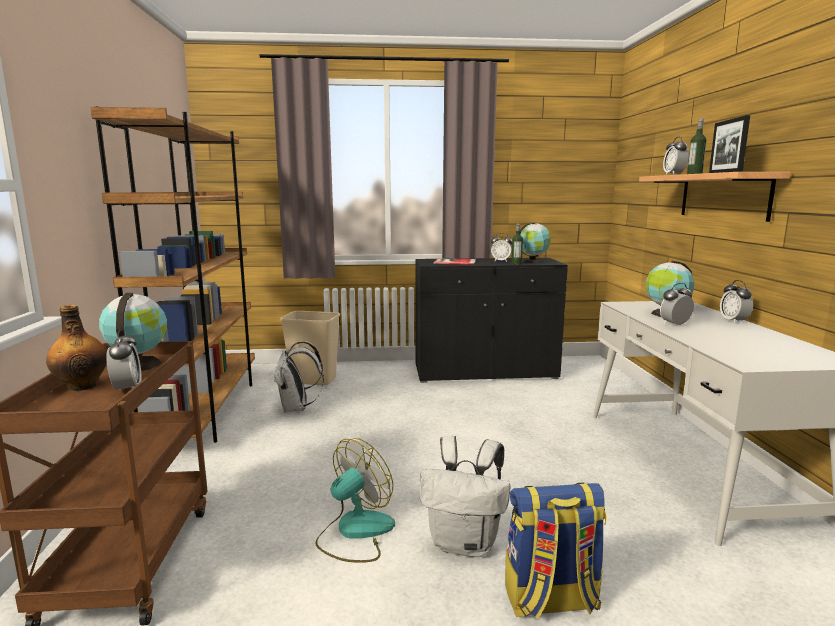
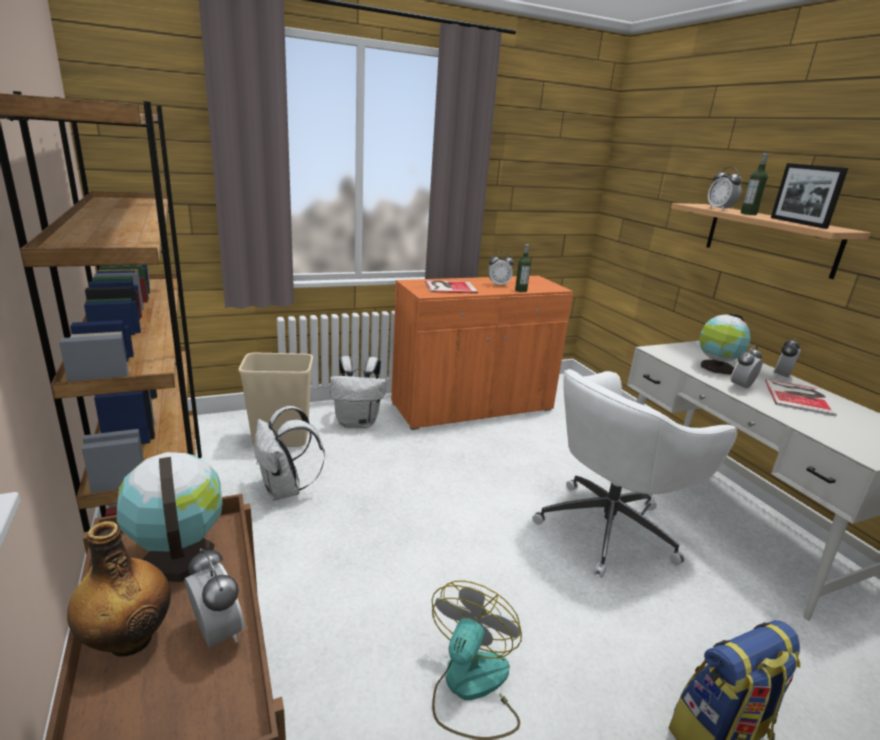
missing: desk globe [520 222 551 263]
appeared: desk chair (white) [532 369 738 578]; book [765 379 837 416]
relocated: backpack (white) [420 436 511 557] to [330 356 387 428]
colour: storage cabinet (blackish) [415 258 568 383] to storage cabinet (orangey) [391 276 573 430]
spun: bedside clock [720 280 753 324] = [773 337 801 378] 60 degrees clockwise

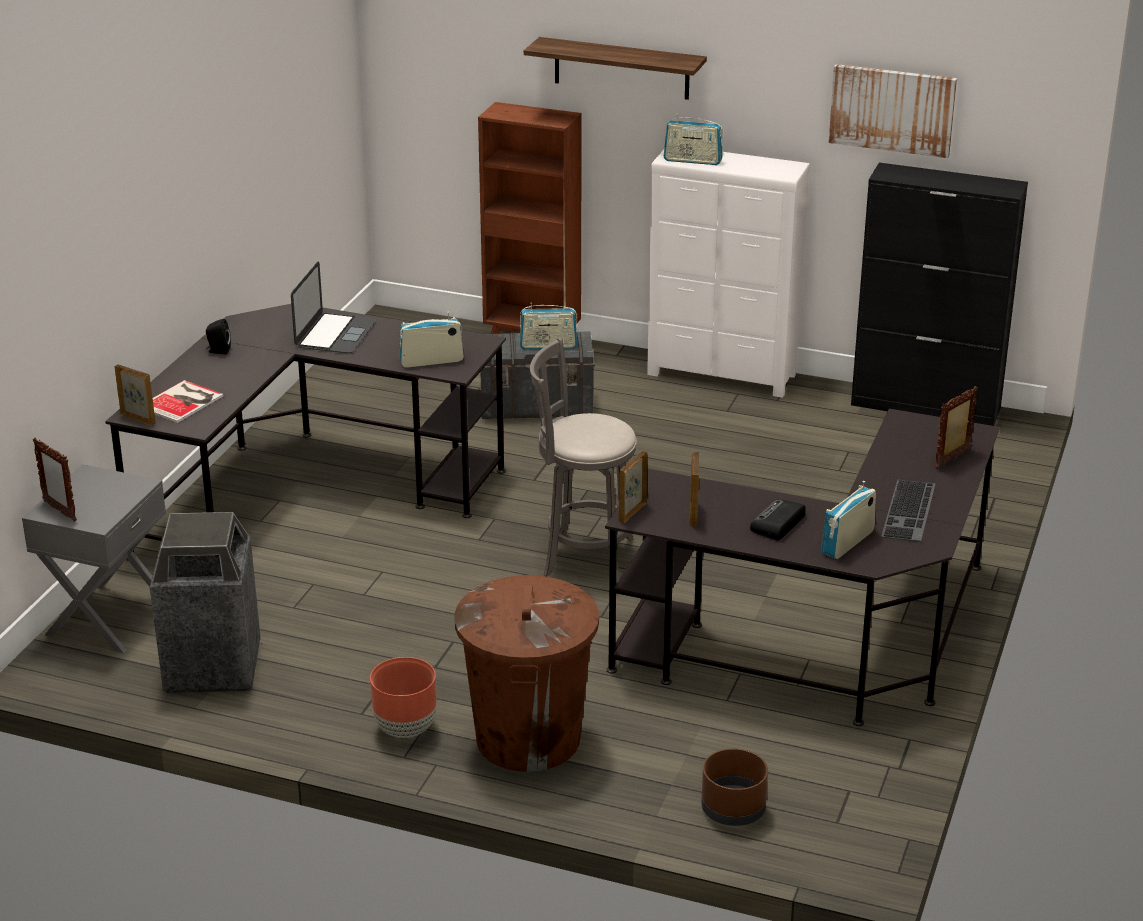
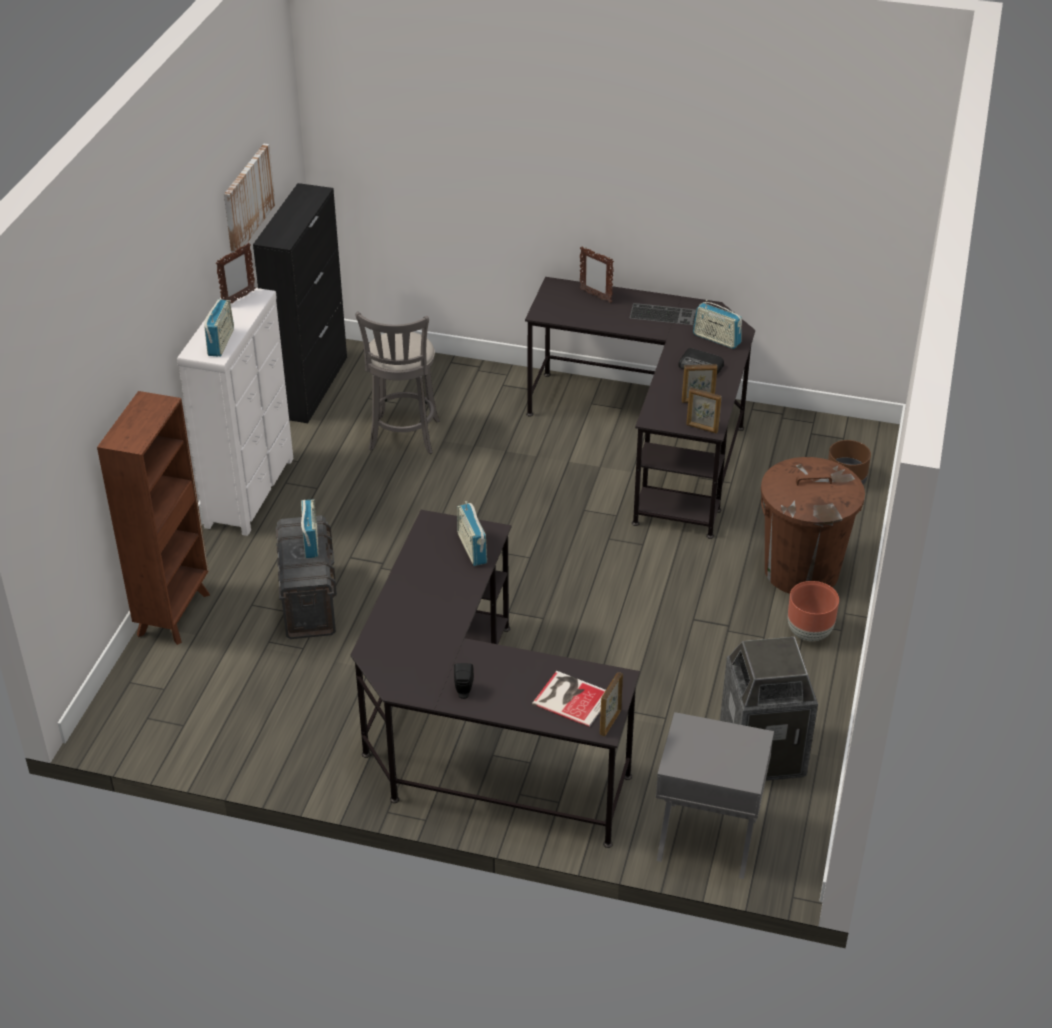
missing: notebook computer [291 261 376 353]; bracket shelf [524 37 707 100]
relocated: picture frame [33 437 77 522] to [216 243 255 304]; stool seat (grey) [530 338 637 584] to [356 312 440 454]

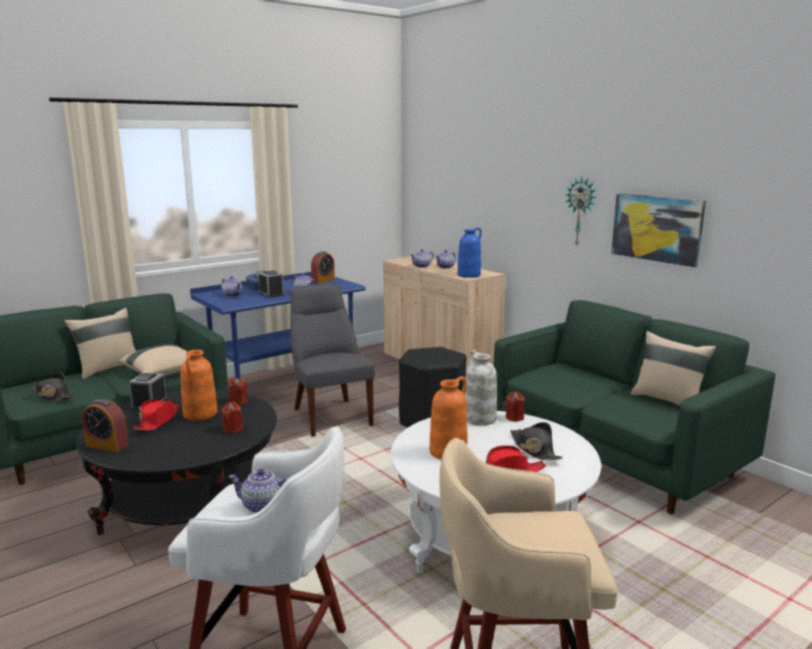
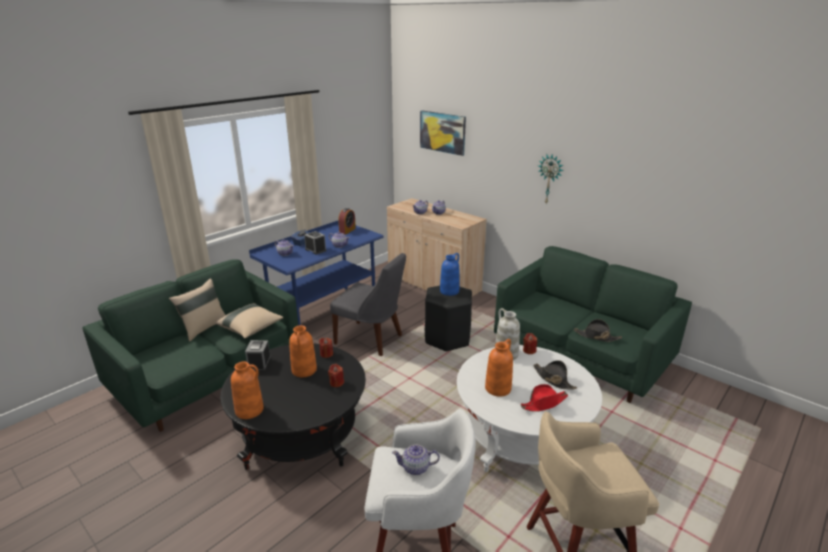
missing: clothing hat (red) [133 399 180 431]; throw pillow (beige-coloured) [631 331 716 406]
relocated: clothing hat (blackish) [33 373 74 402] to [574 319 622 342]; vase (blue) [458 227 482 278] to [440 253 460 296]; wall art [611 194 706 267] to [420 111 466 156]
exchanged: bedside clock [82 399 129 452] to vase (orangey) [231 362 264 419]
spun: chair (grey) [290 284 375 437] = [330 253 406 356] 150 degrees clockwise

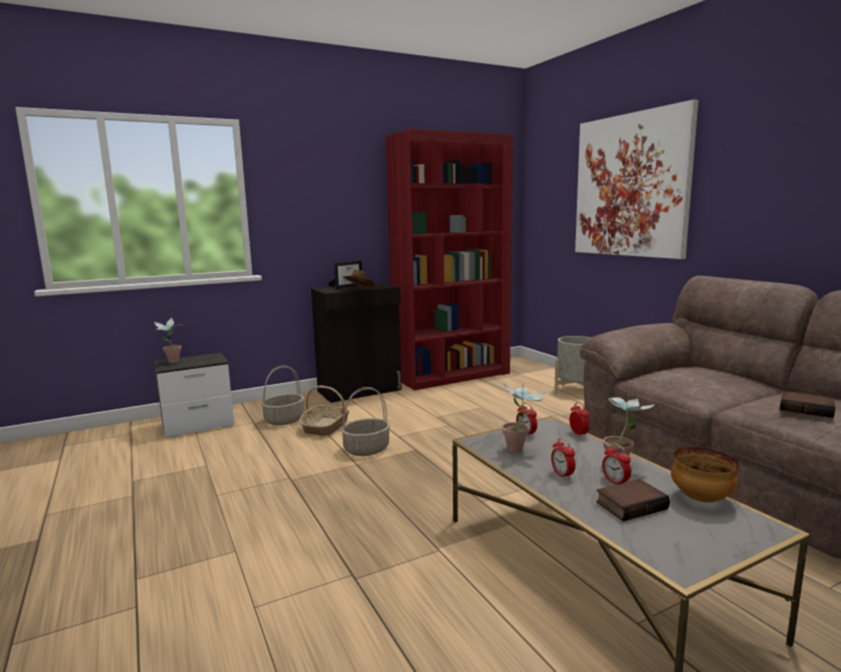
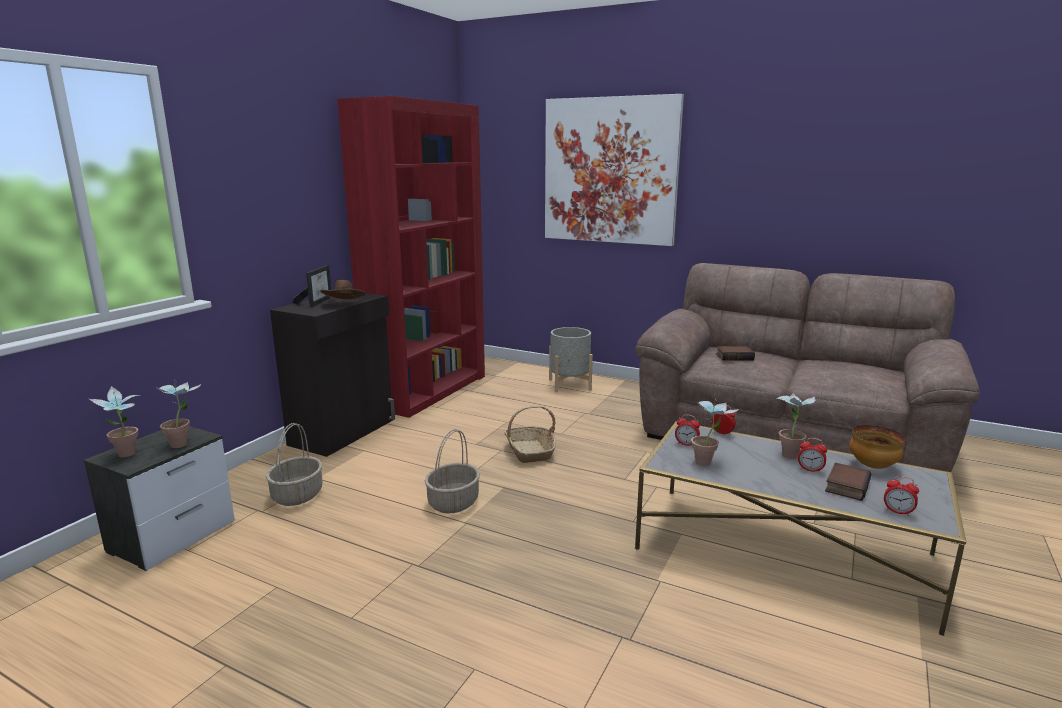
appeared: potted plant [155 380 201 448]
relocated: storage basket [299 386 350 436] to [504 405 556 463]; bedside clock [551 438 576 479] to [884 476 919 516]; book [780 391 835 418] to [716 346 755 361]

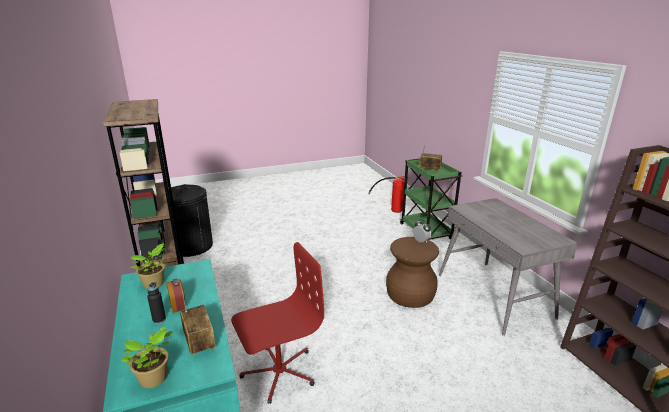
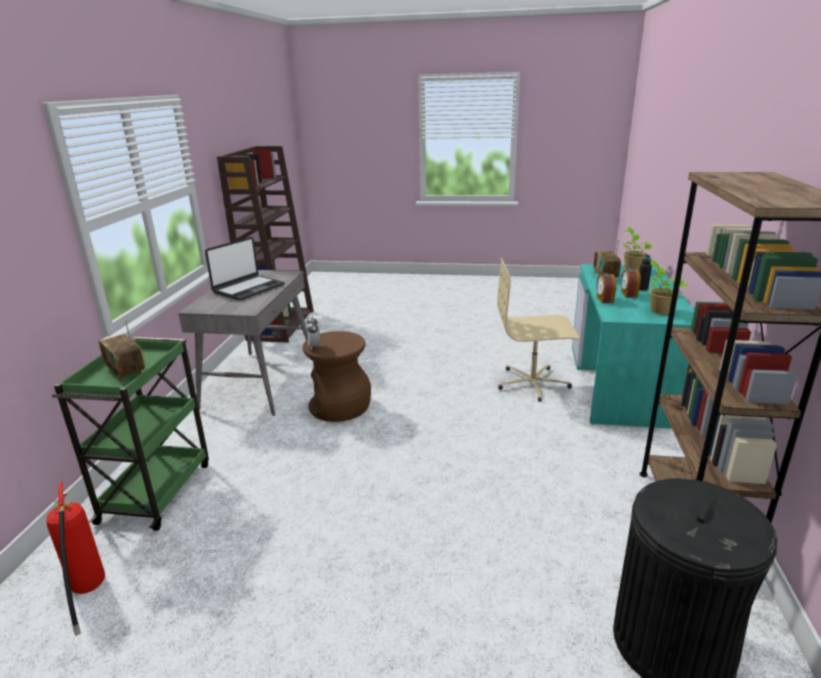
appeared: notebook computer [205 237 285 300]; bedside clock [597 273 617 303]
colour: desk chair (red) [231 242 324 404] to desk chair (beige-coloured) [497 258 579 402]

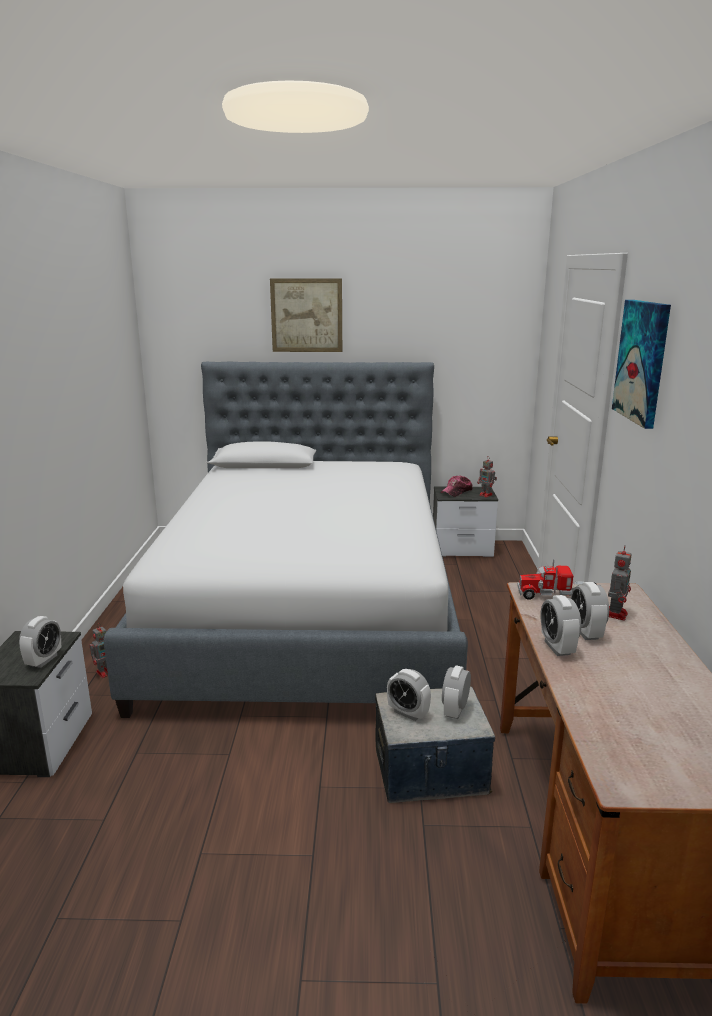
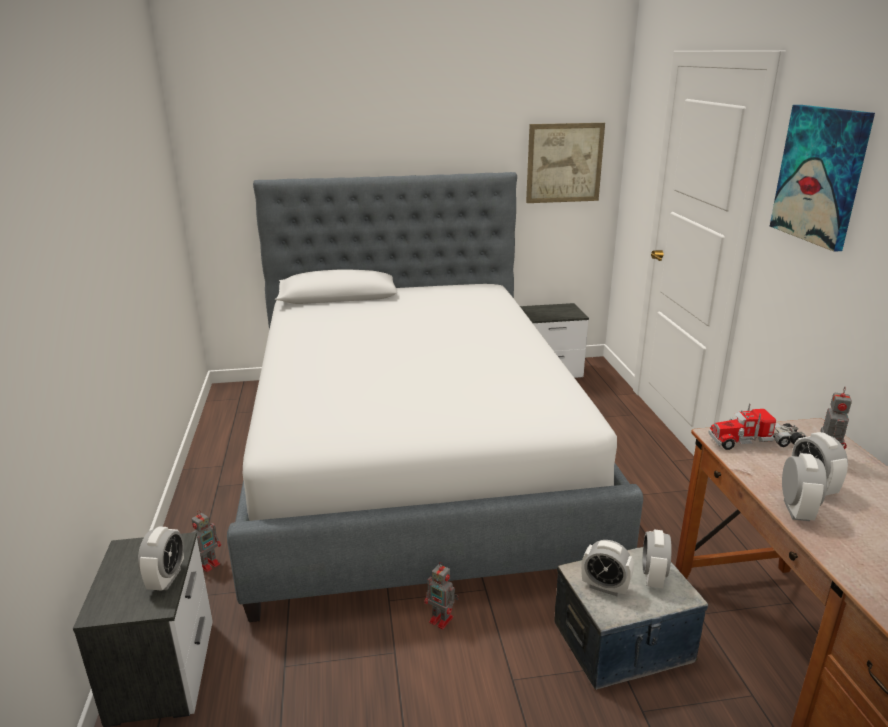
missing: baseball cap [441 476 472 497]
relocated: wall art [270 278 342 352] to [526 123 605 203]; robot figure [477 457 497 497] to [424 562 458 629]
spun: bedside clock [540 595 581 656] = [782 453 827 521] 150 degrees counterclockwise

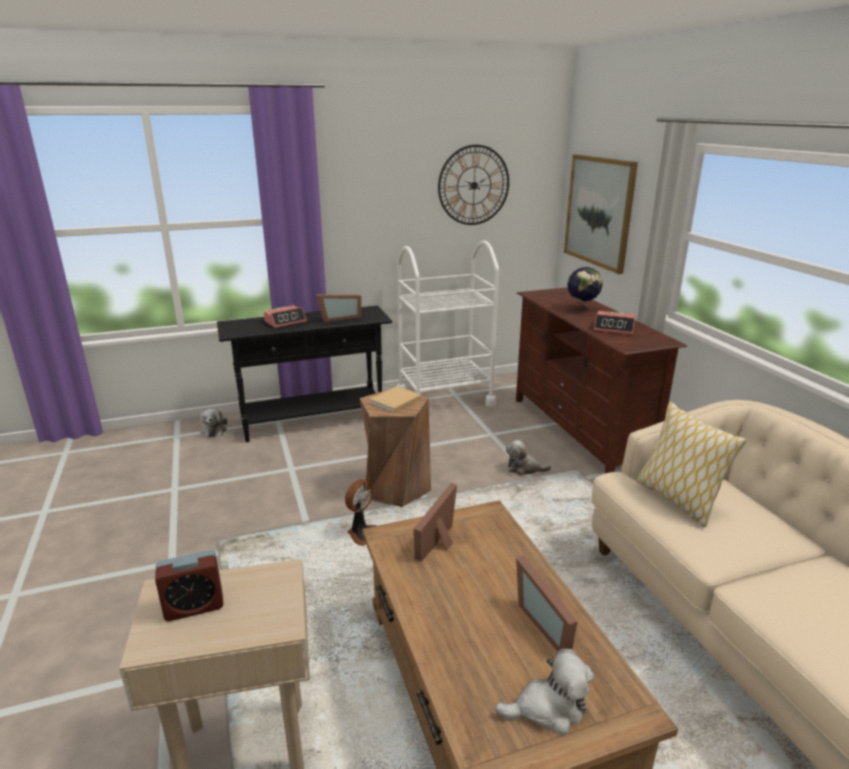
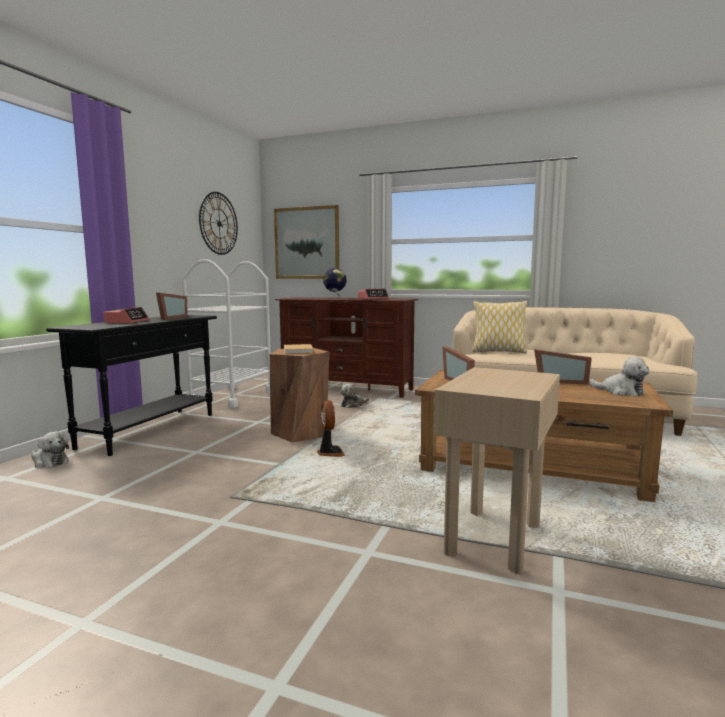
missing: bedside clock [155 550 223 621]
spun: soft toy [495 649 594 735] = [589 357 649 396] 105 degrees clockwise

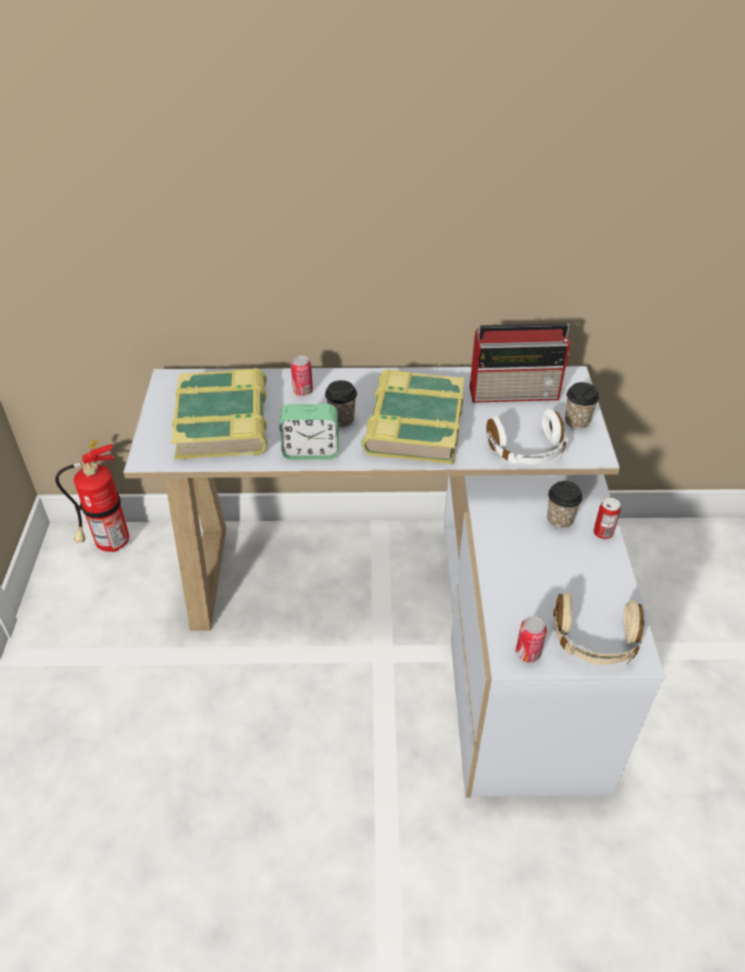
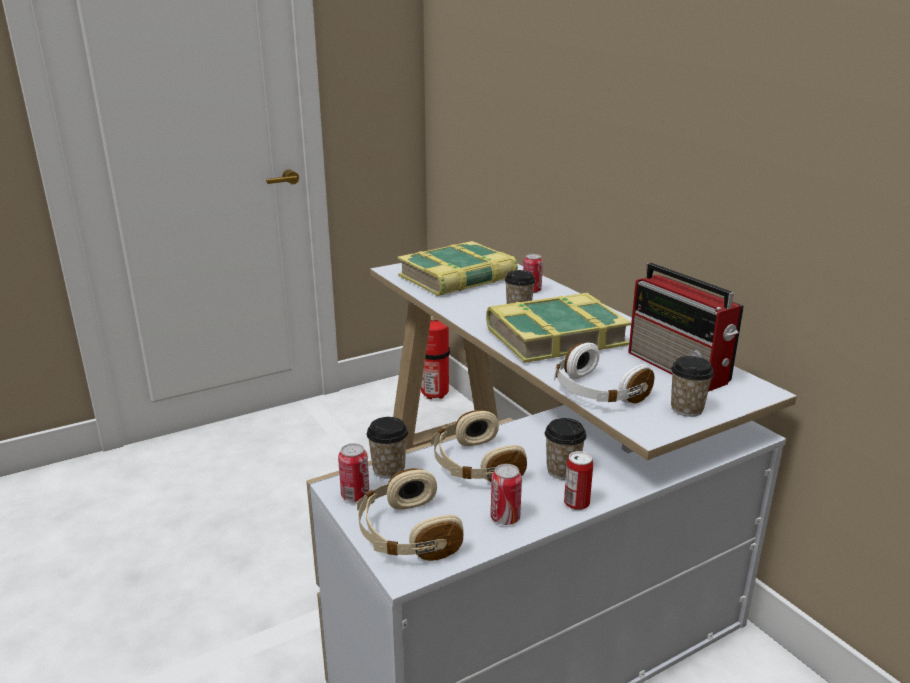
missing: bedside clock [279 404 338 460]
appeared: small cup [367 417 408 479]; pair of headphones (beige-coloured) [431 410 527 482]; can [491 464 522 525]

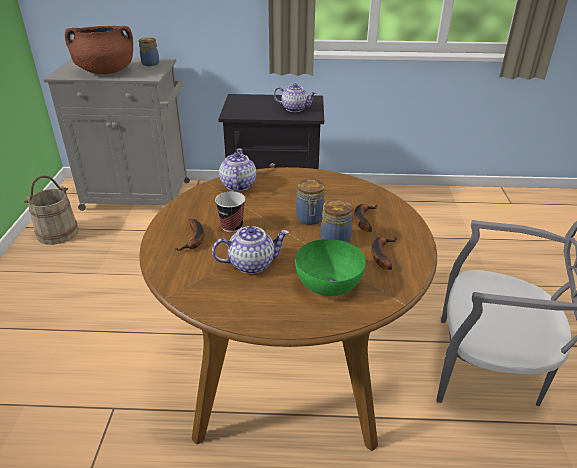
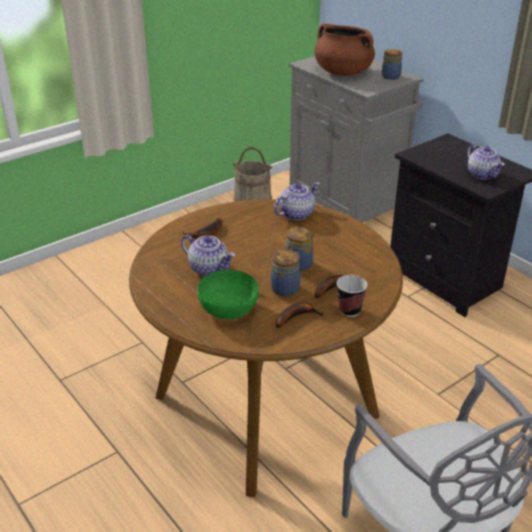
relocated: small cup [215 192 245 233] to [337 275 367 317]

